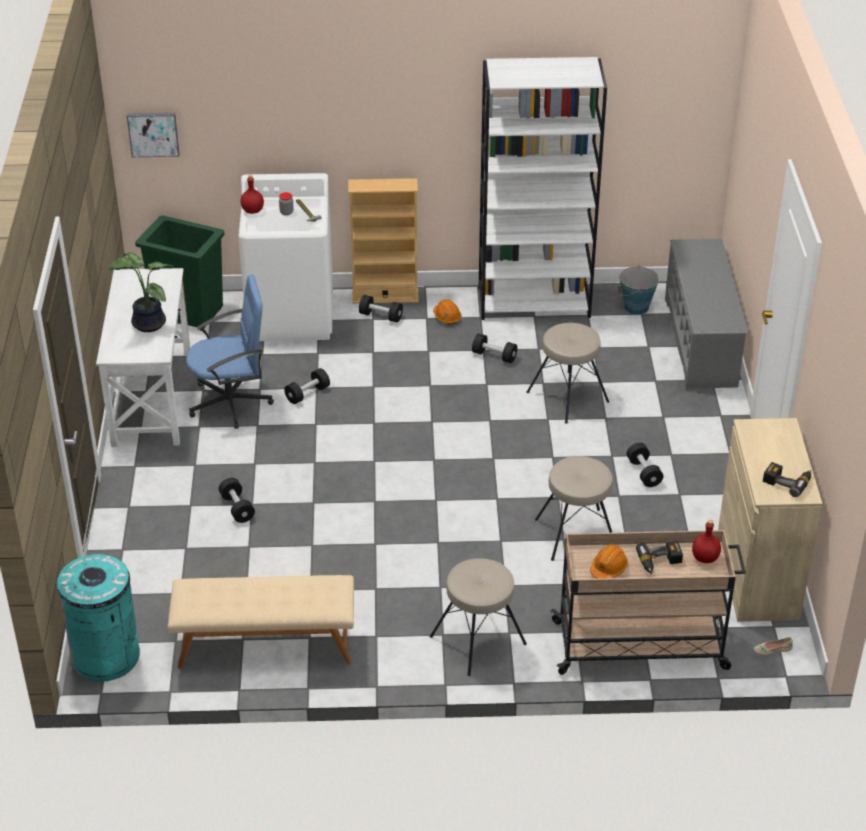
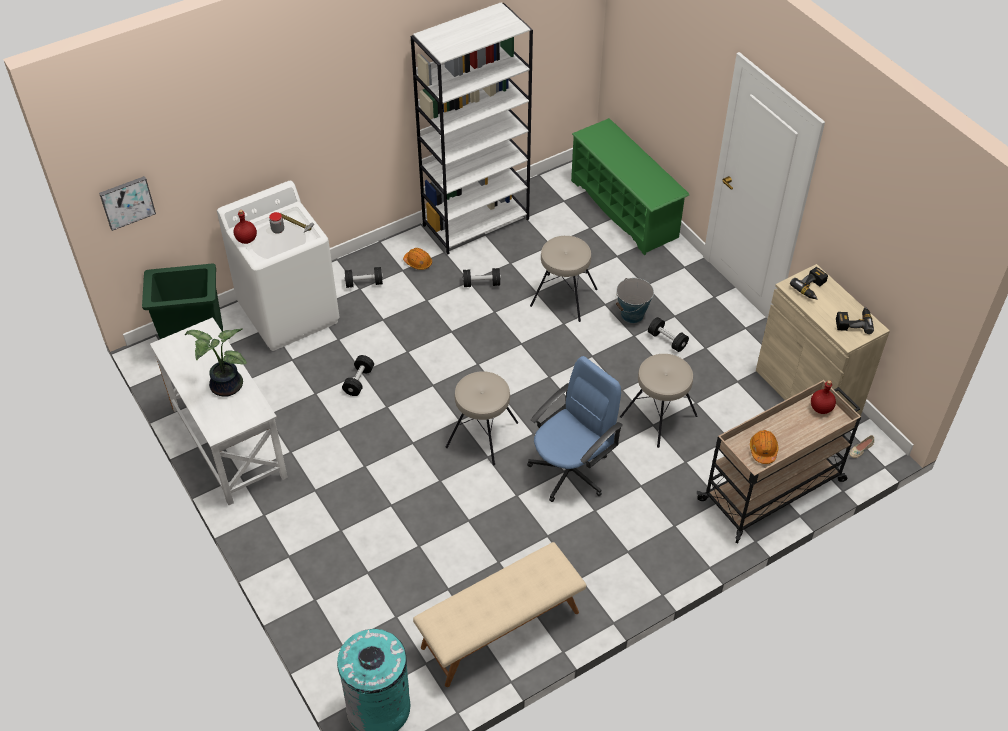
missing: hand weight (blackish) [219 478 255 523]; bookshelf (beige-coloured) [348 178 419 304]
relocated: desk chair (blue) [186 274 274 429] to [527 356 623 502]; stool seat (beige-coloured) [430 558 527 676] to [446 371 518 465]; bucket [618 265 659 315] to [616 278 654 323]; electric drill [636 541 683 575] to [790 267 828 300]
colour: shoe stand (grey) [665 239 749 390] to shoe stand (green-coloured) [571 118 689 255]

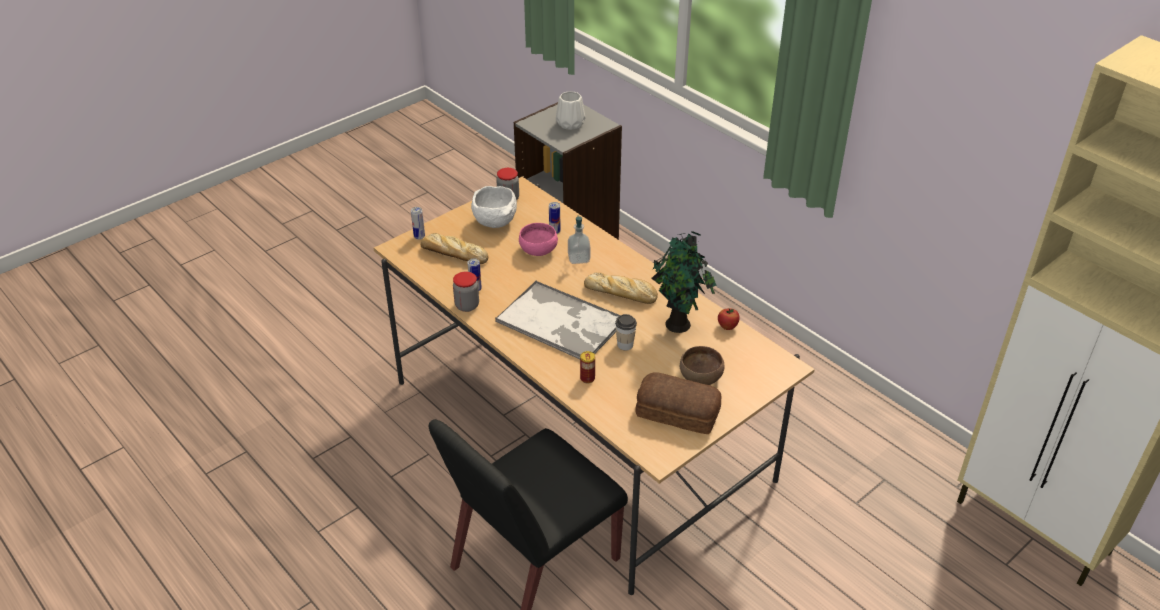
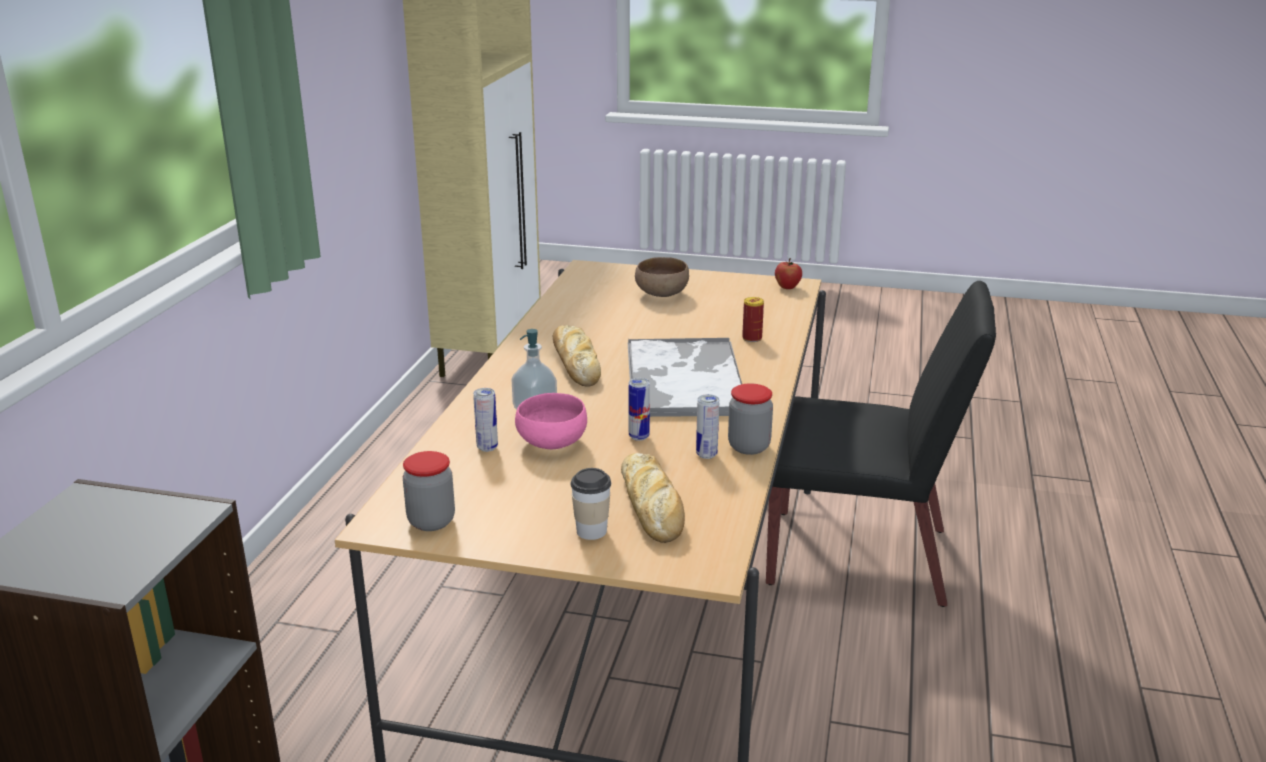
missing: bowl (white) [471 186 517 228]; vase (white) [556 91 585 130]; bread [636 373 721 434]; potted plant [651 231 717 333]
relocated: can [411 207 425 240] to [629 378 650 441]; small cup [615 314 637 350] to [570 468 611 540]; apple fruit [718 308 740 330] to [775 258 802 289]

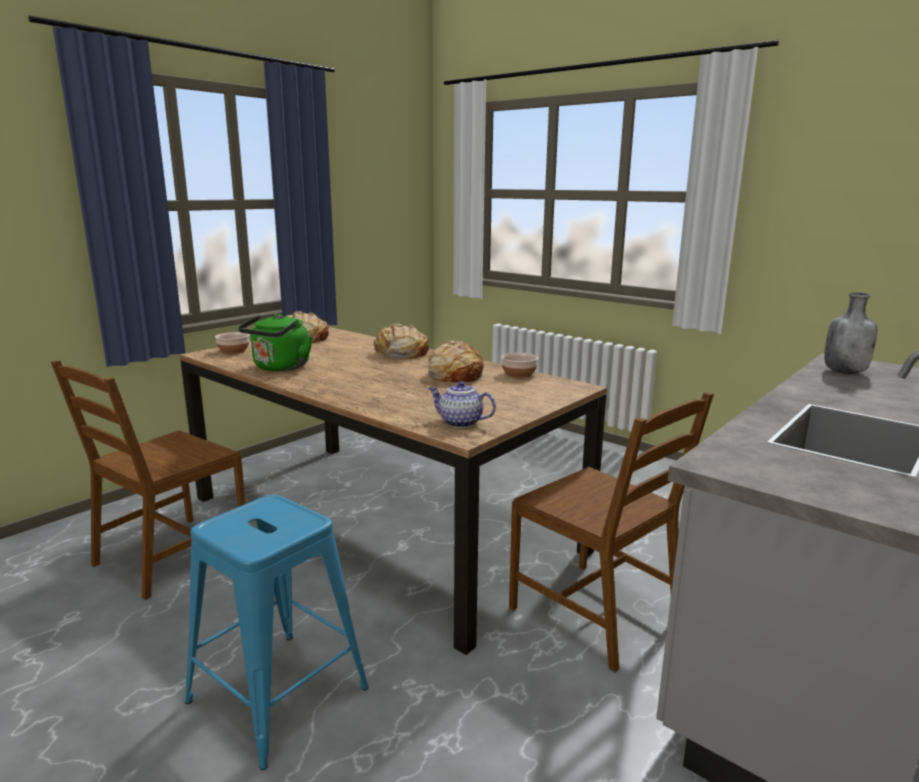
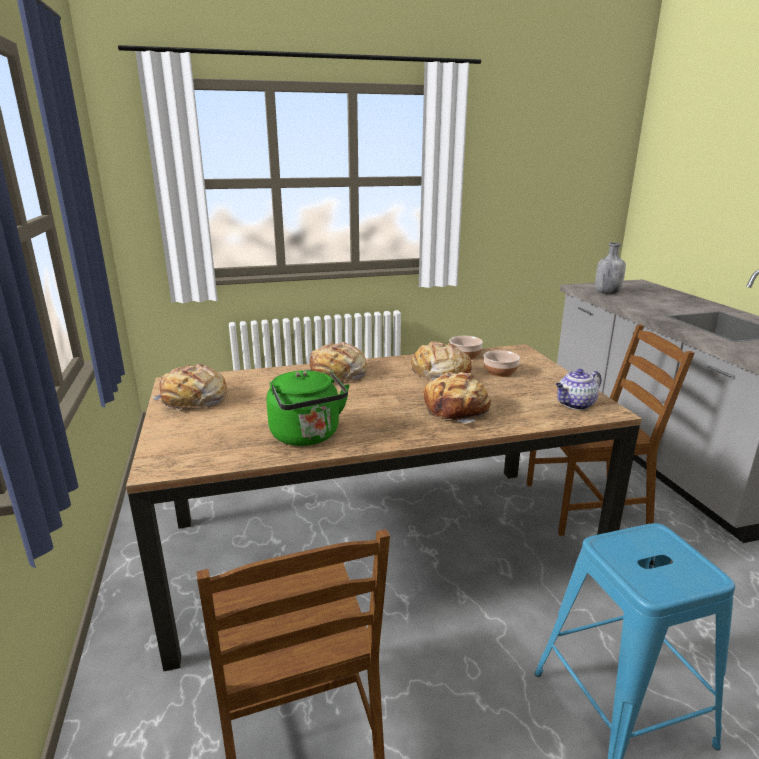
appeared: bread [423 372 491 424]
relocated: bowl [215 332 250 354] to [483 350 520 377]

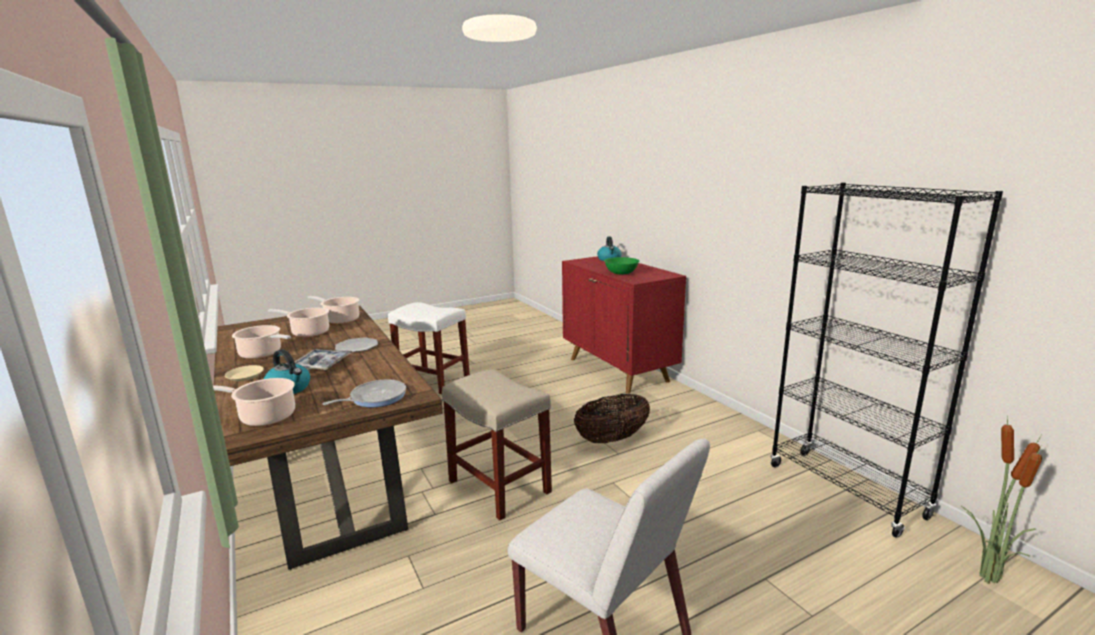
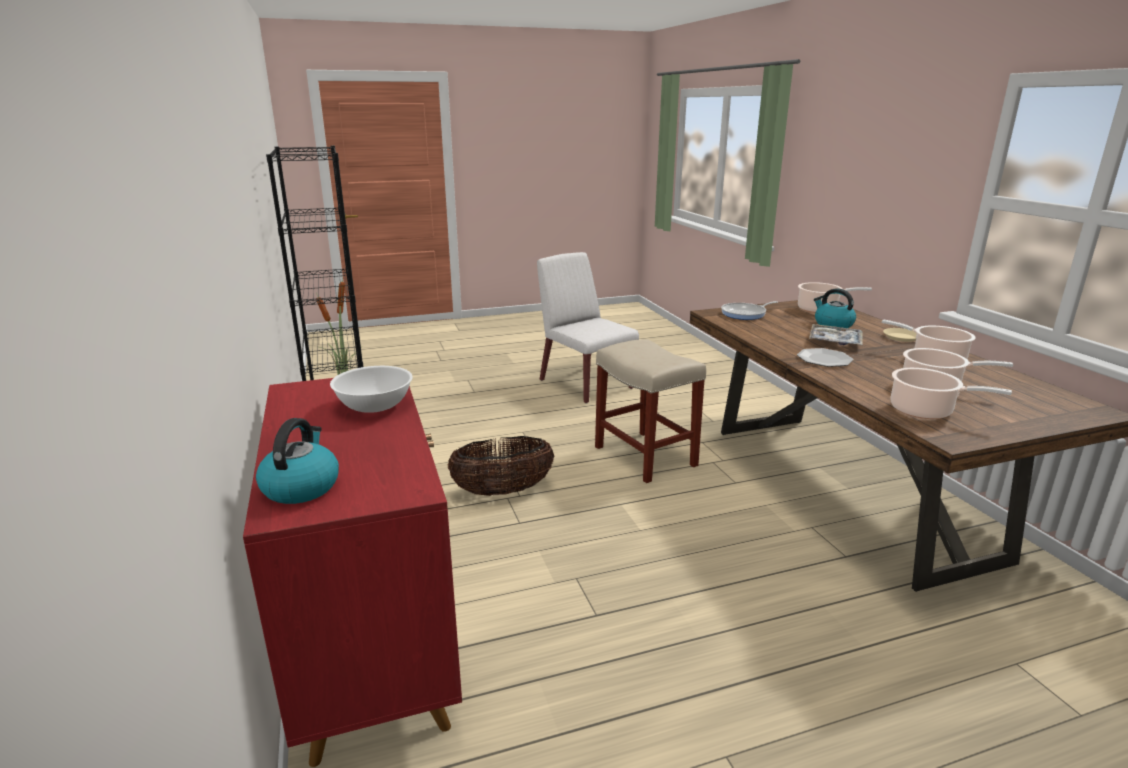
missing: stool seat (white) [388 302 470 394]
colour: bowl (green-coloured) [604 257 639 275] to bowl (white) [330 366 413 413]

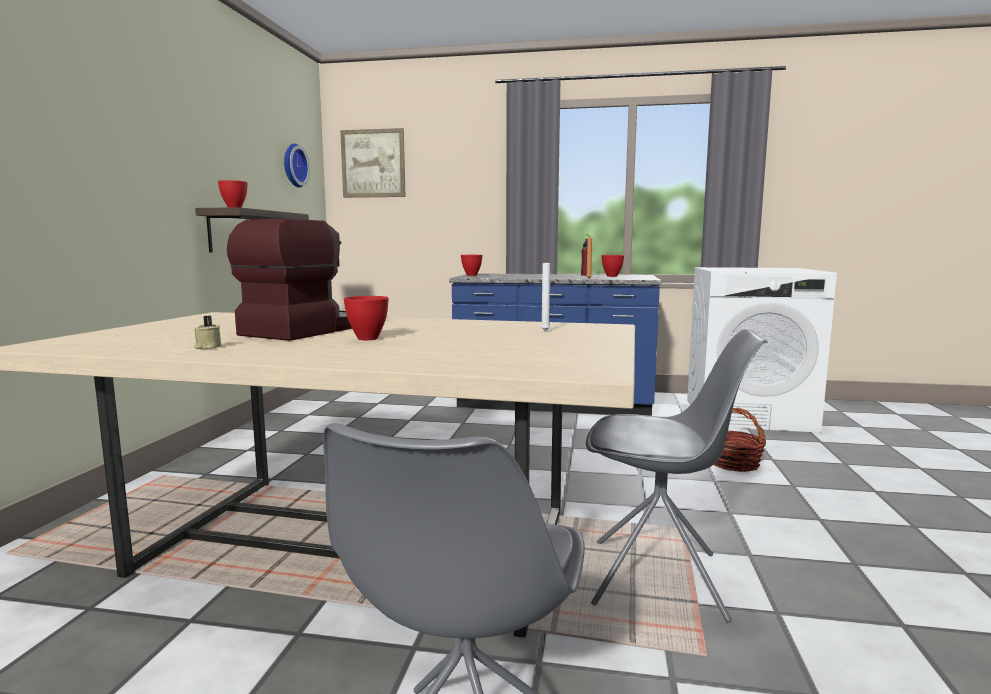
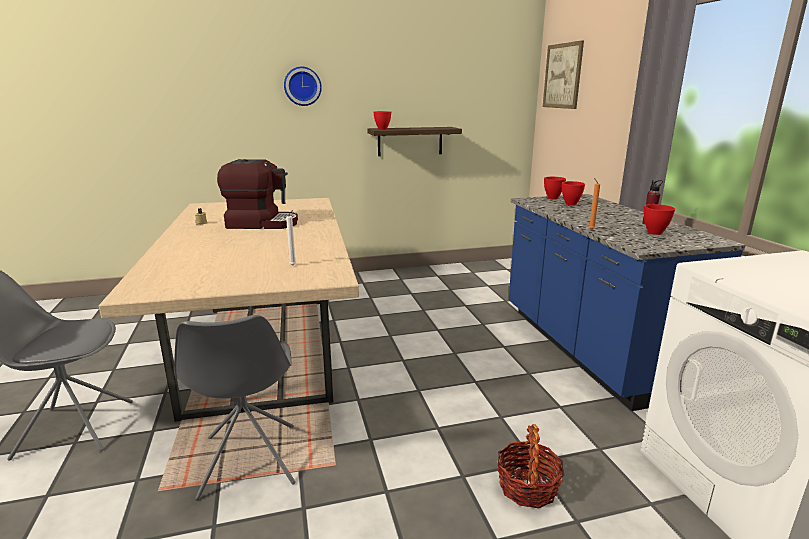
relocated: clock on the wall [284 143 310 188] to [284 67 322 106]; bowl (red) [344 296 389 340] to [562 181 585 205]

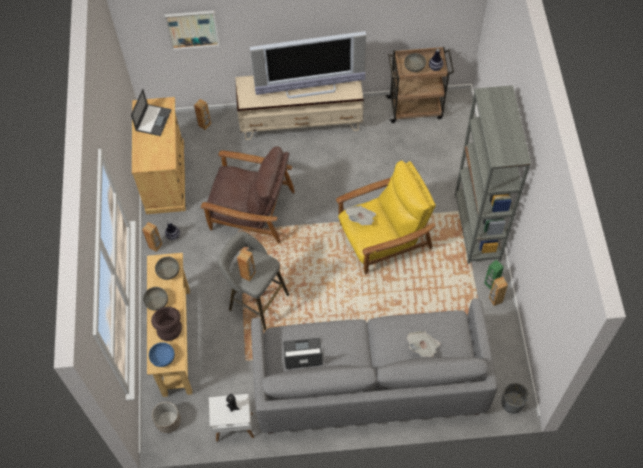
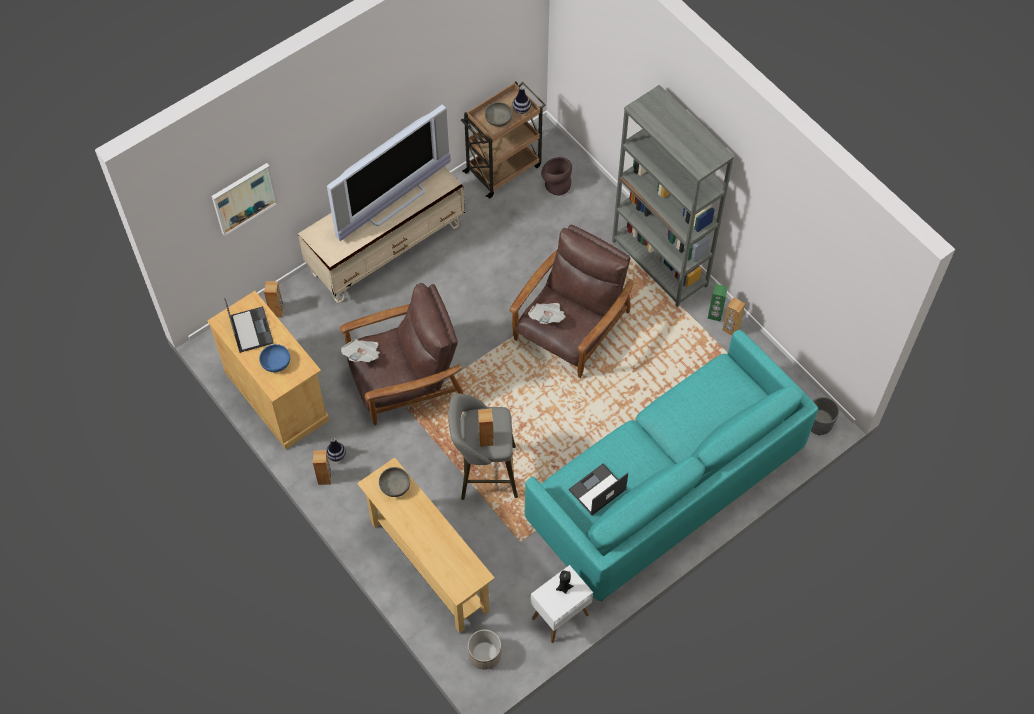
missing: bowl (grey) [143 287 168 311]
relocated: bowl (blue) [149 342 175 367] to [259 344 290 372]; vase (brown) [151 307 182 341] to [541 157 572 195]; newspaper [407 331 440 357] to [341 339 380 362]
colour: settee (grey) [251 298 497 434] to settee (turquoise) [525 330 818 601]; lounge chair (yellow-coloured) [336 161 436 275] to lounge chair (brown) [509 225 634 378]

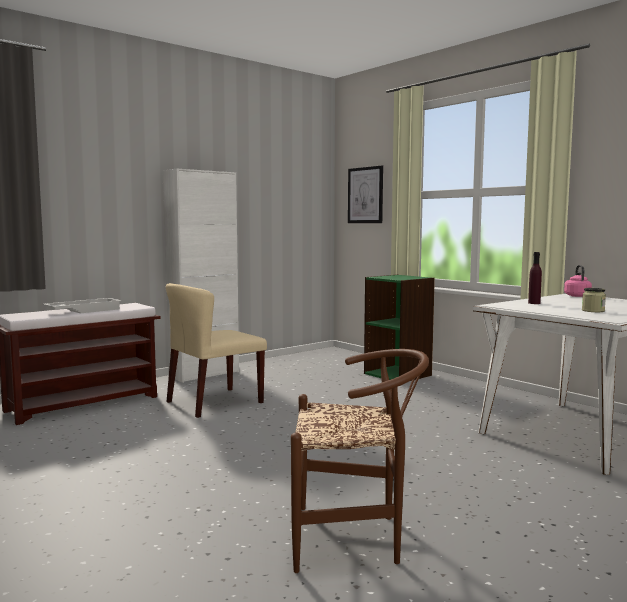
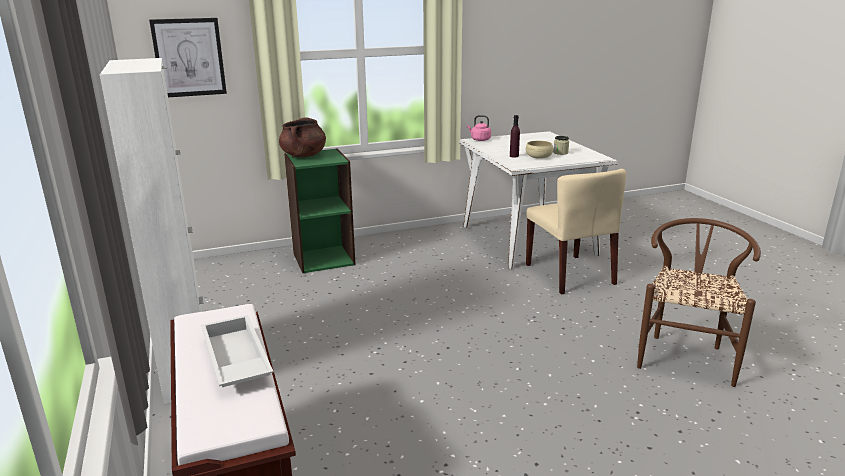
appeared: cooking pot (brown) [279 117 326 157]; bowl (beige-coloured) [526 141 553 159]
relocated: chair (beige-coloured) [166 283 267 418] to [526 169 626 295]

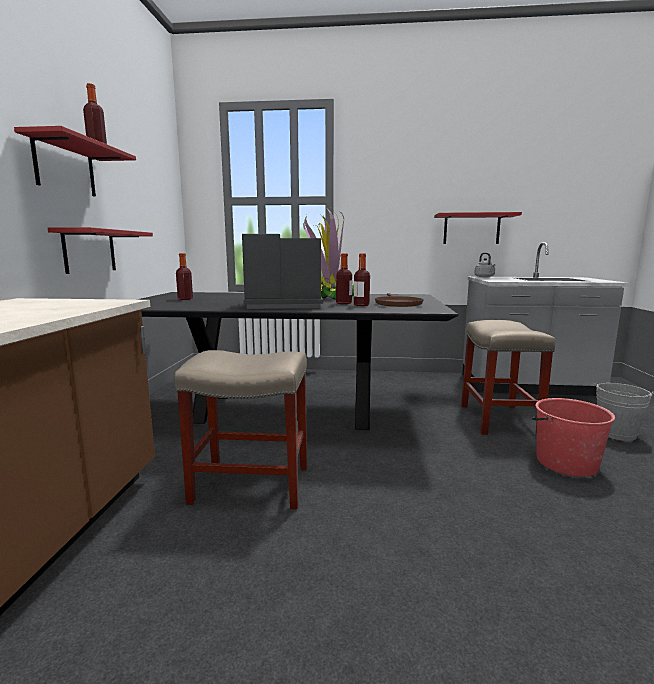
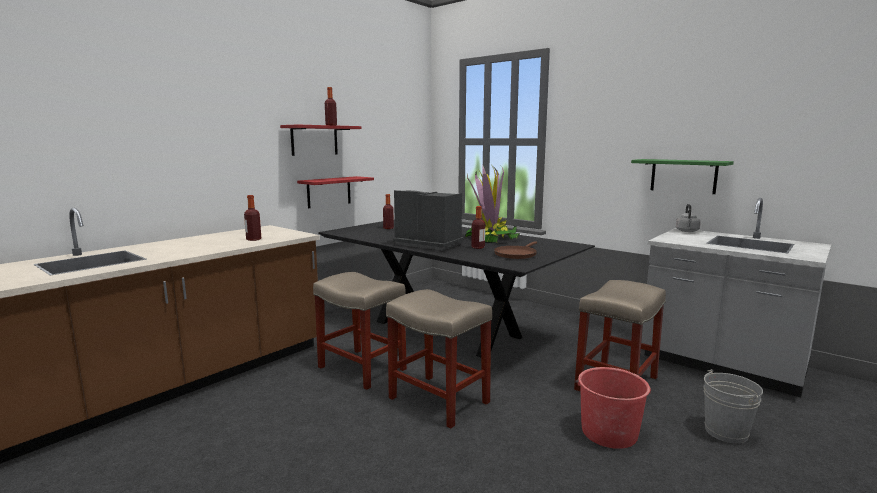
appeared: stool seat (beige-coloured) [386 289 492 429]
relocated: bottle [354 254 370 306] to [244 195 261 241]
colour: bracket shelf (red) [434 212 522 244] to bracket shelf (green-coloured) [631 159 734 194]

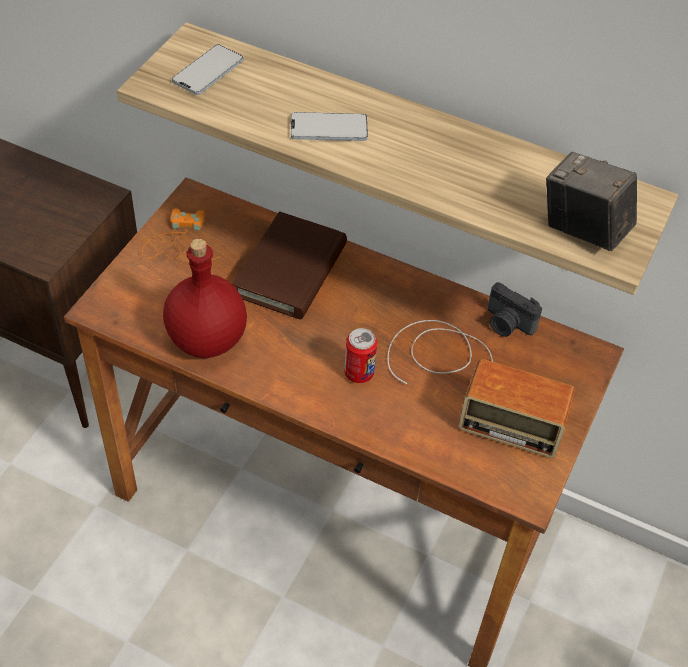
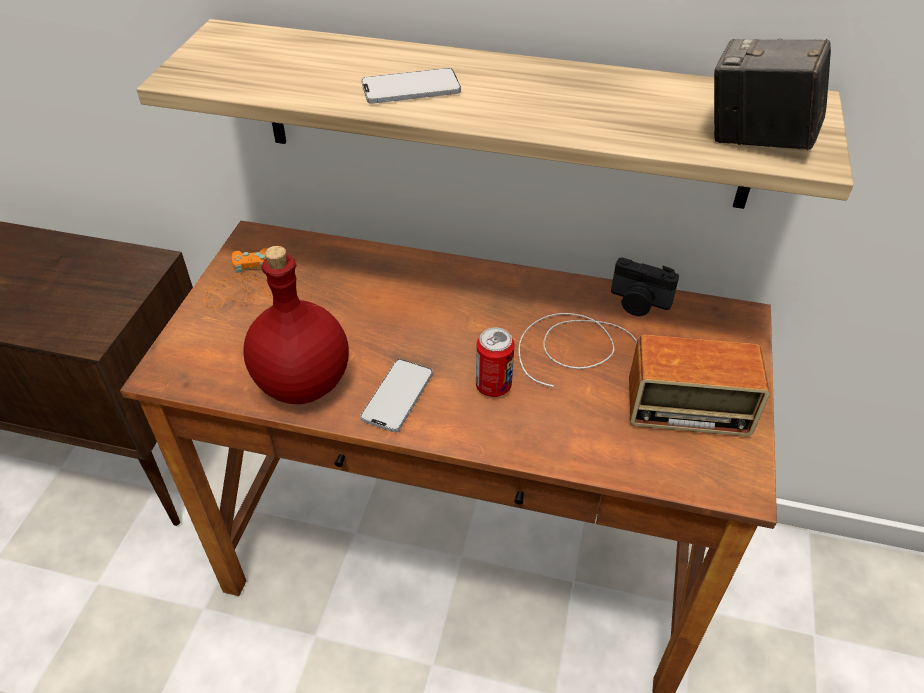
missing: book (brown) [232 211 347 320]
relocated: telephone [172 44 243 95] to [360 359 433 432]

